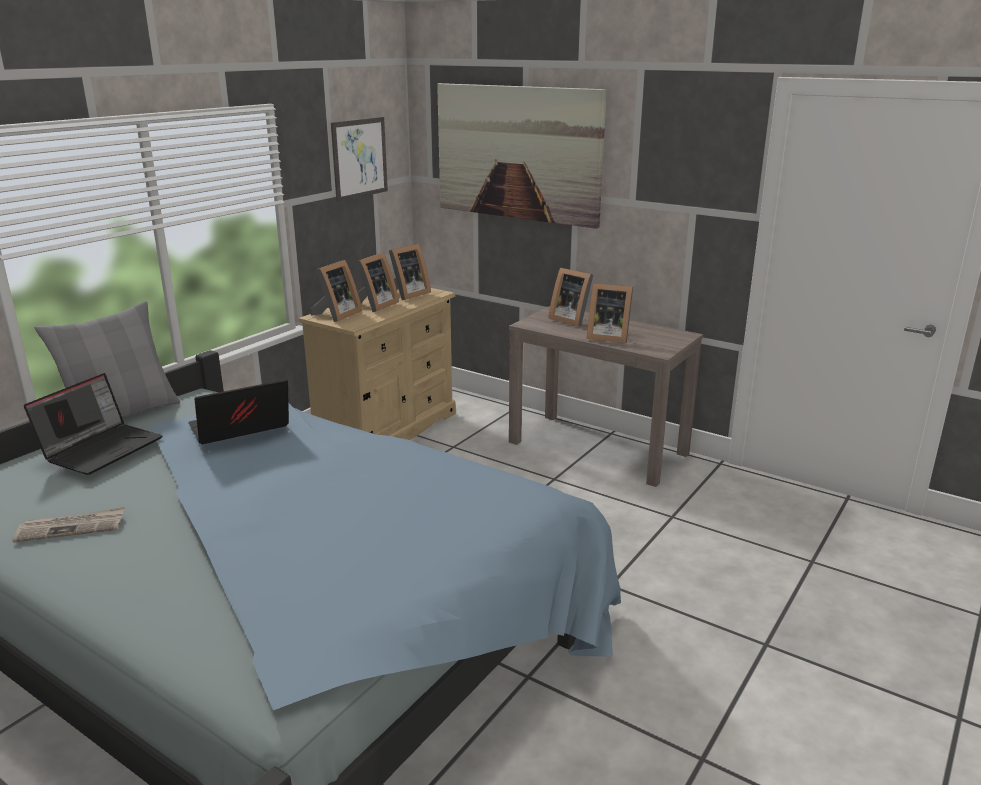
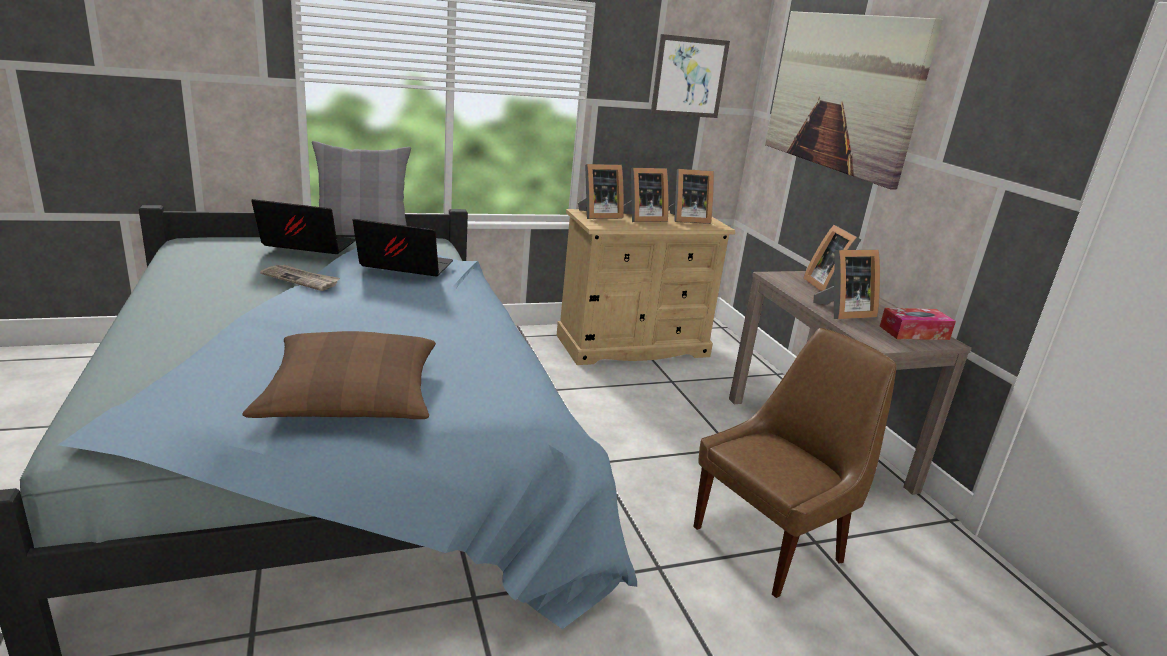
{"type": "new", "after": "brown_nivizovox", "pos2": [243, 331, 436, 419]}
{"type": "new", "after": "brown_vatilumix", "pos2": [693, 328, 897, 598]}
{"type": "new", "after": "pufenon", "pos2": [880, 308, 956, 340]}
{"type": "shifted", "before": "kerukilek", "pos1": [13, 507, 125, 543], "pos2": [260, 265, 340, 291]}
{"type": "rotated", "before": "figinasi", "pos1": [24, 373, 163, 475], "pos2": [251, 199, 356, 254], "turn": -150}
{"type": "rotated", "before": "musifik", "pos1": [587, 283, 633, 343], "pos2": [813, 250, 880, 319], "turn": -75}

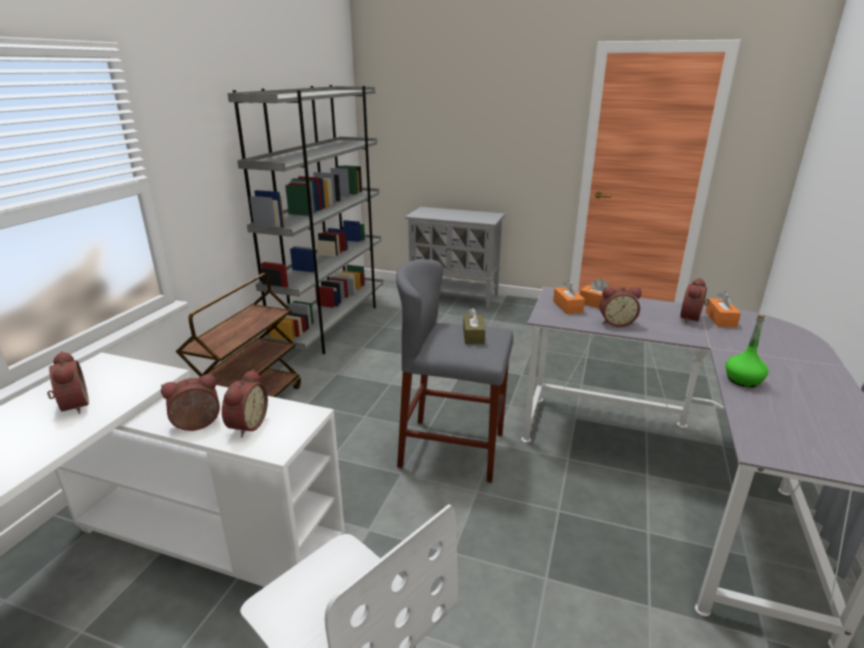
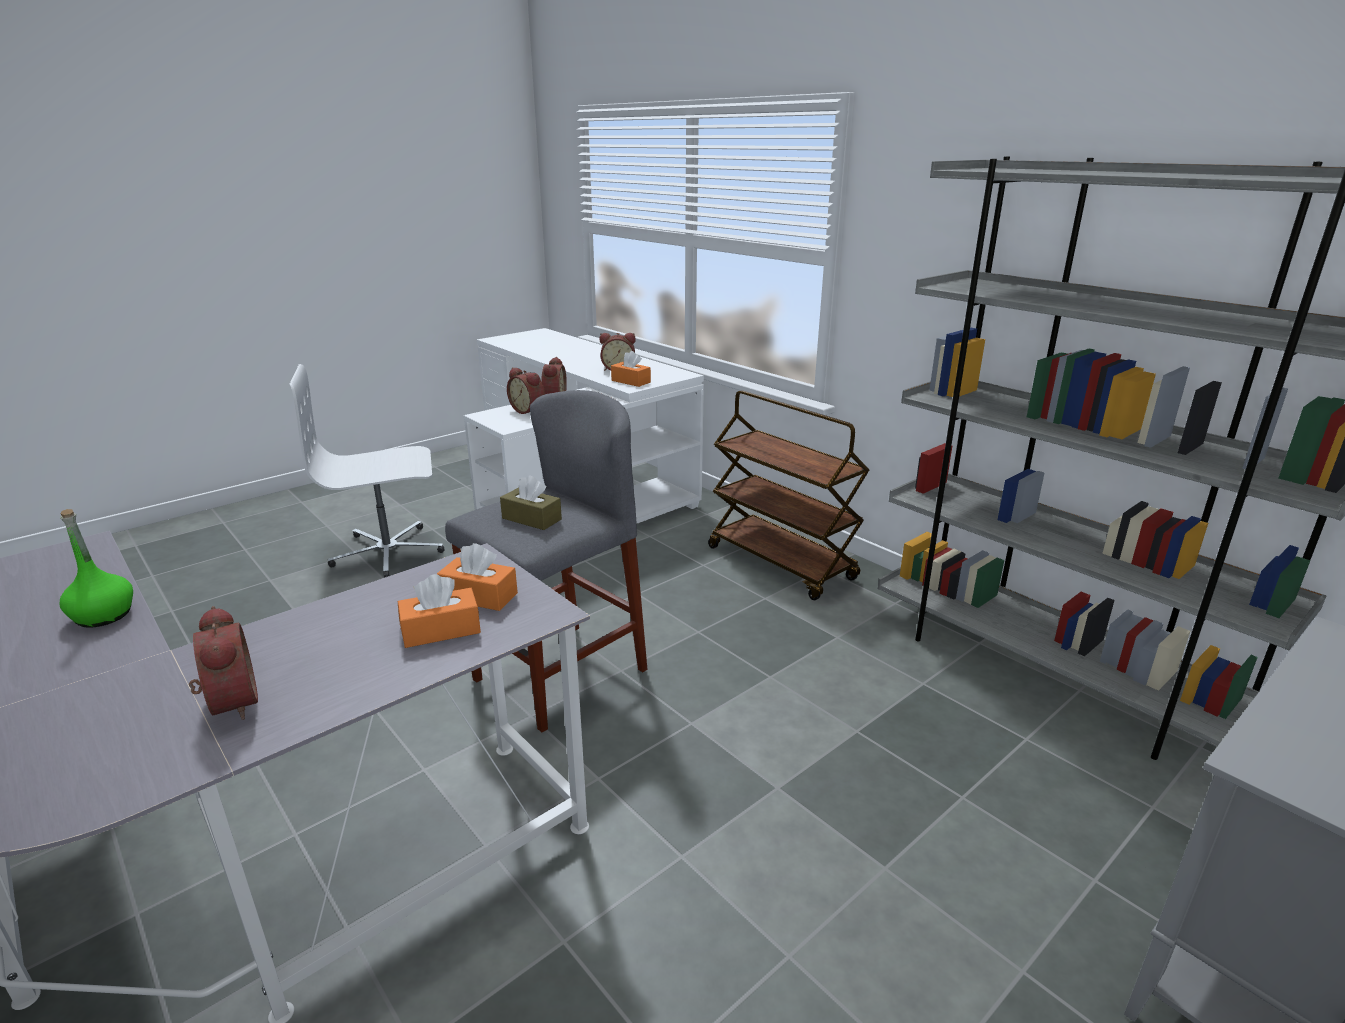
{"type": "gone", "before": "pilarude", "pos1": [599, 287, 641, 327]}
{"type": "shifted", "before": "orange_pufenon", "pos1": [706, 291, 741, 328], "pos2": [611, 351, 651, 387]}

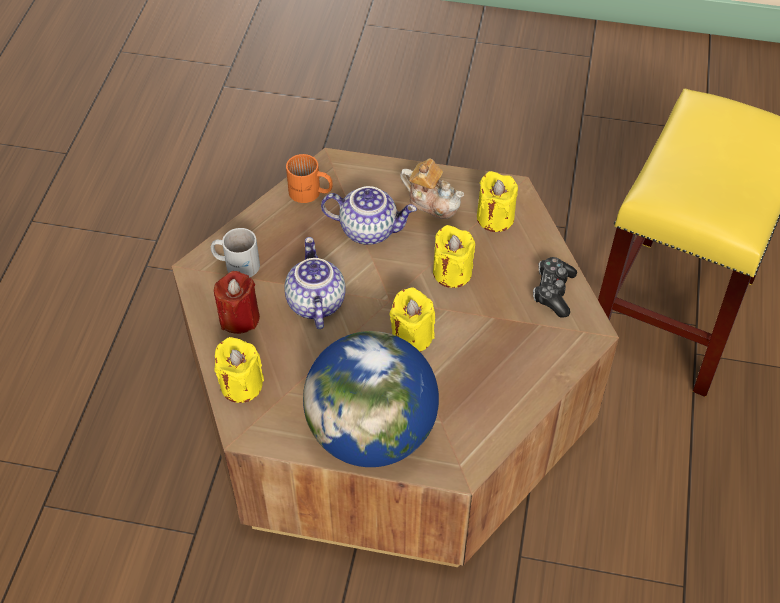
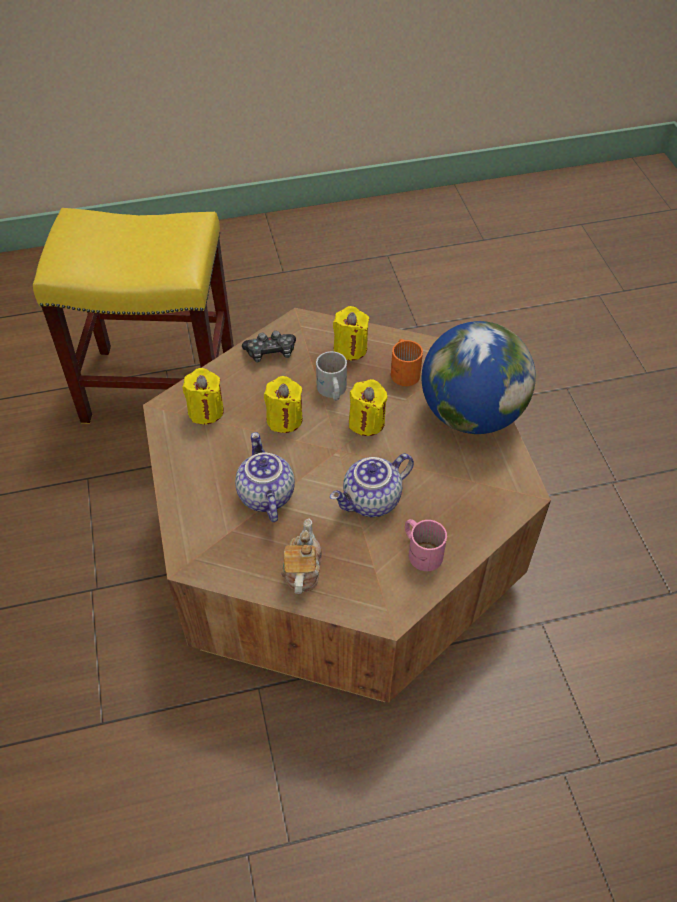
{"type": "shifted", "before": "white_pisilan", "pos1": [211, 228, 260, 277], "pos2": [316, 351, 347, 401]}
{"type": "shifted", "before": "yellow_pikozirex", "pos1": [214, 337, 264, 403], "pos2": [333, 306, 369, 361]}
{"type": "shifted", "before": "orange_pisilan", "pos1": [286, 154, 333, 203], "pos2": [391, 339, 423, 386]}
{"type": "shifted", "before": "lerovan", "pos1": [400, 159, 464, 219], "pos2": [281, 519, 322, 594]}
{"type": "swapped", "before": "red_pikozirex", "after": "pink_pisilan", "pos1": [214, 271, 260, 334], "pos2": [405, 519, 447, 571]}

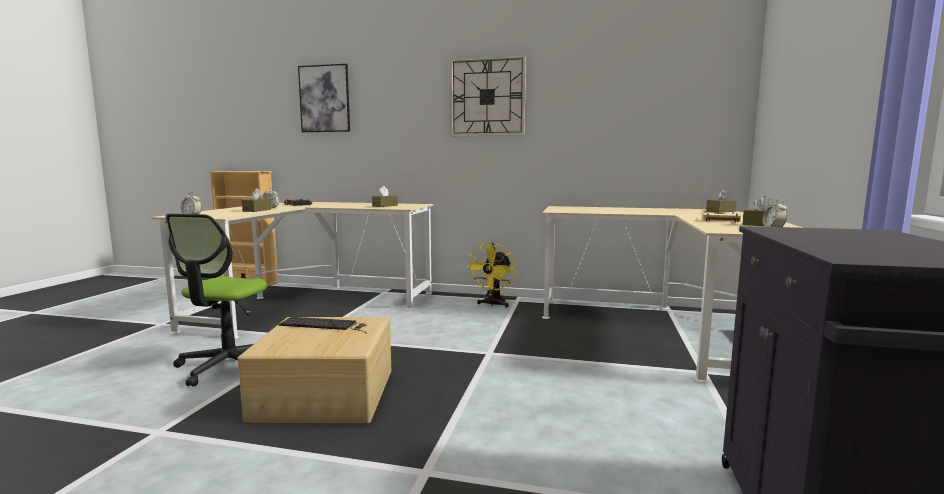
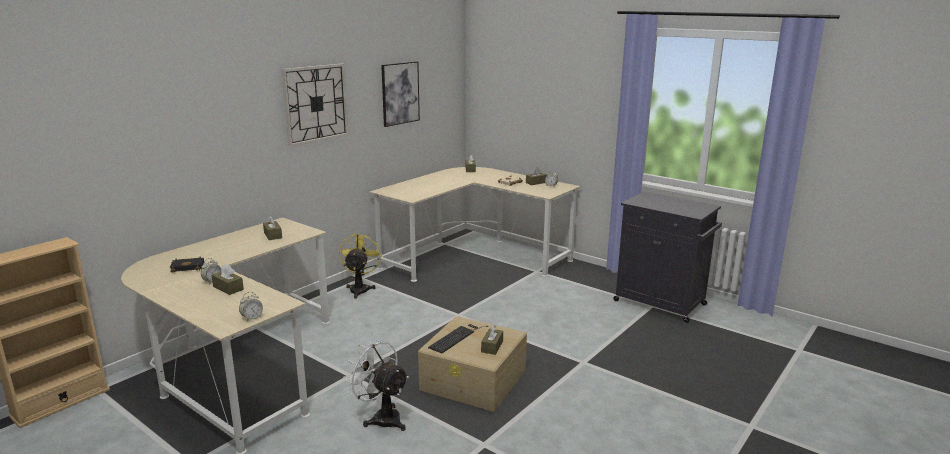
{"type": "new", "after": "brown_pufenon", "pos2": [481, 325, 503, 355]}
{"type": "shifted", "before": "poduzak", "pos1": [298, 64, 350, 132], "pos2": [381, 61, 420, 127]}
{"type": "swapped", "before": "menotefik", "after": "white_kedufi", "pos1": [166, 214, 267, 386], "pos2": [343, 338, 409, 431]}
{"type": "rotated", "before": "yellow_kedufi", "pos1": [467, 243, 515, 307], "pos2": [339, 232, 382, 299], "turn": -135}

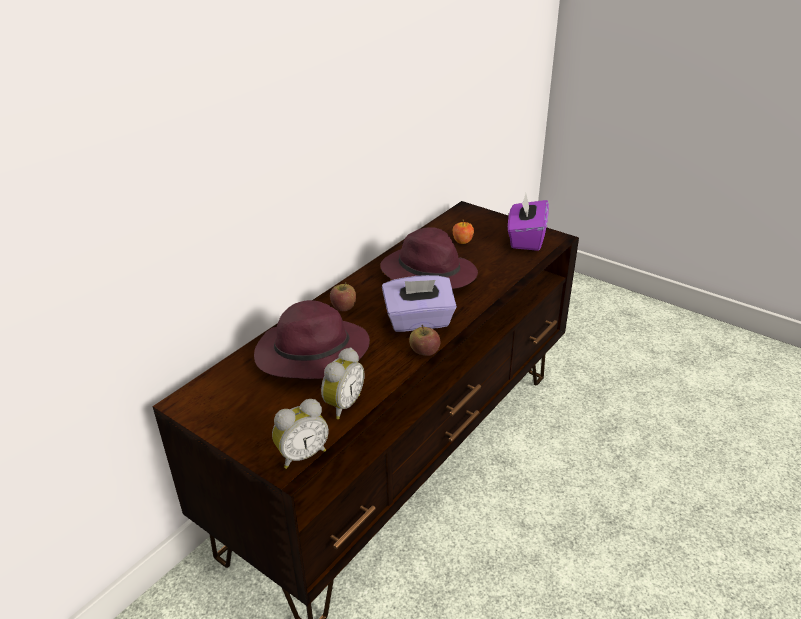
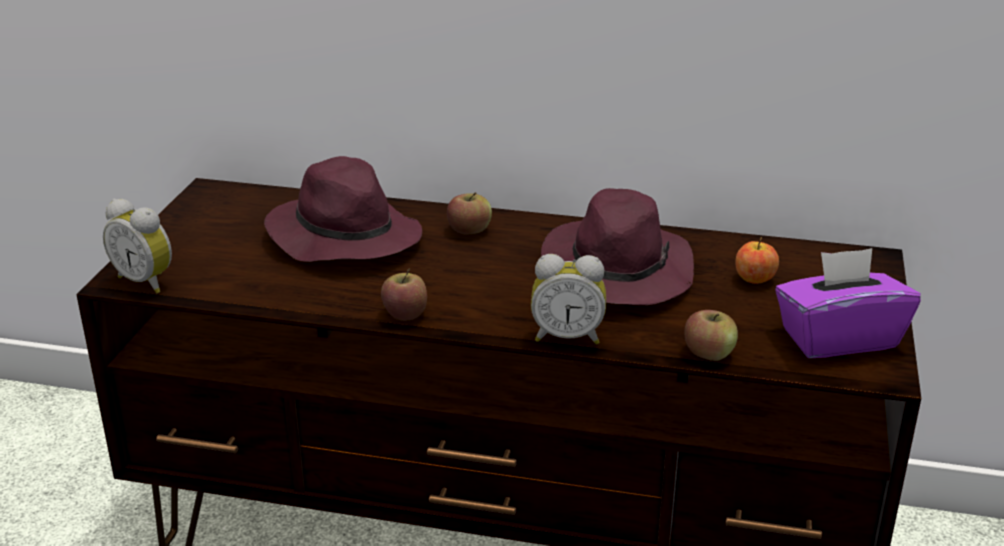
{"type": "gone", "before": "purple_pufenon", "pos1": [382, 275, 457, 332]}
{"type": "new", "after": "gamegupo", "pos2": [684, 310, 738, 361]}
{"type": "shifted", "before": "pilarude", "pos1": [321, 348, 365, 419], "pos2": [531, 254, 606, 344]}

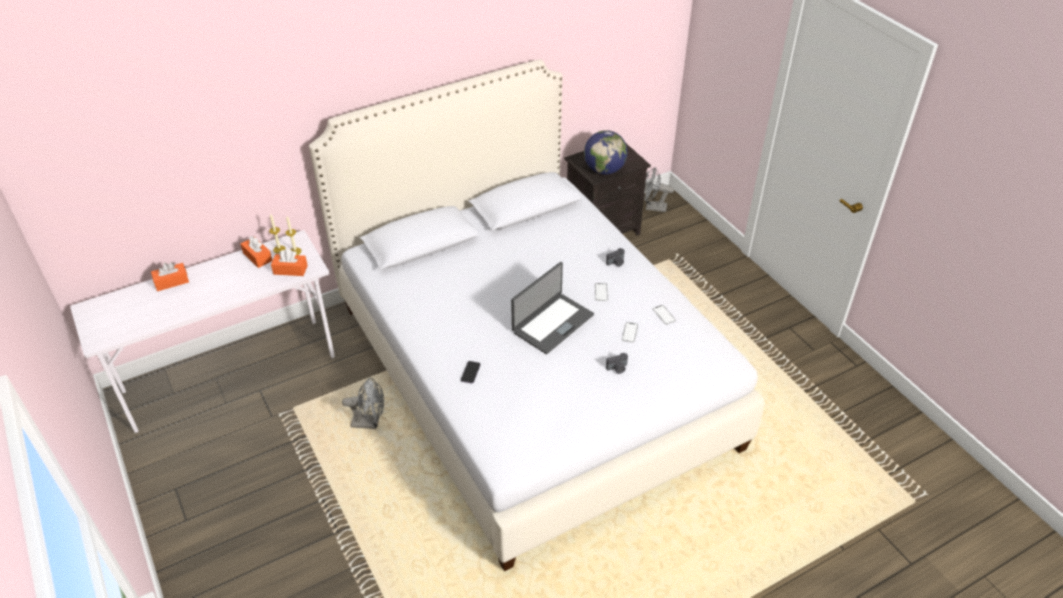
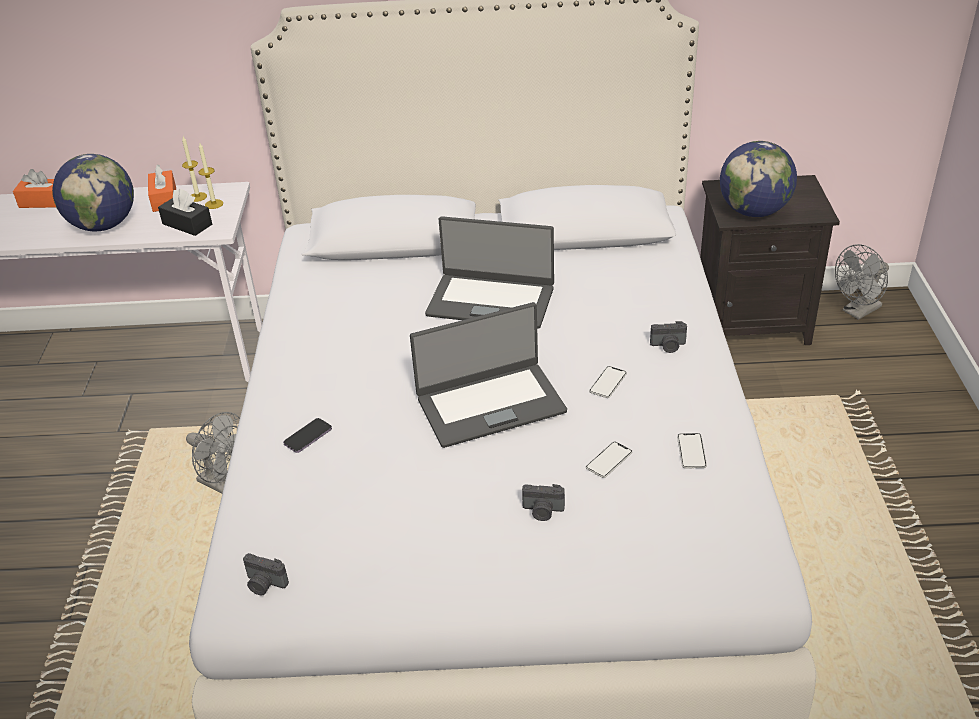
{"type": "new", "after": "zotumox", "pos2": [52, 154, 134, 231]}
{"type": "new", "after": "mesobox", "pos2": [243, 553, 289, 595]}
{"type": "new", "after": "figinasi", "pos2": [425, 216, 554, 329]}
{"type": "repainted", "before": "orange_pufenon", "after": "black_pufenon", "pos1": [271, 249, 308, 276], "pos2": [158, 189, 212, 236]}
{"type": "rotated", "before": "grey_kedufi", "pos1": [644, 167, 674, 212], "pos2": [835, 244, 889, 320], "turn": -75}

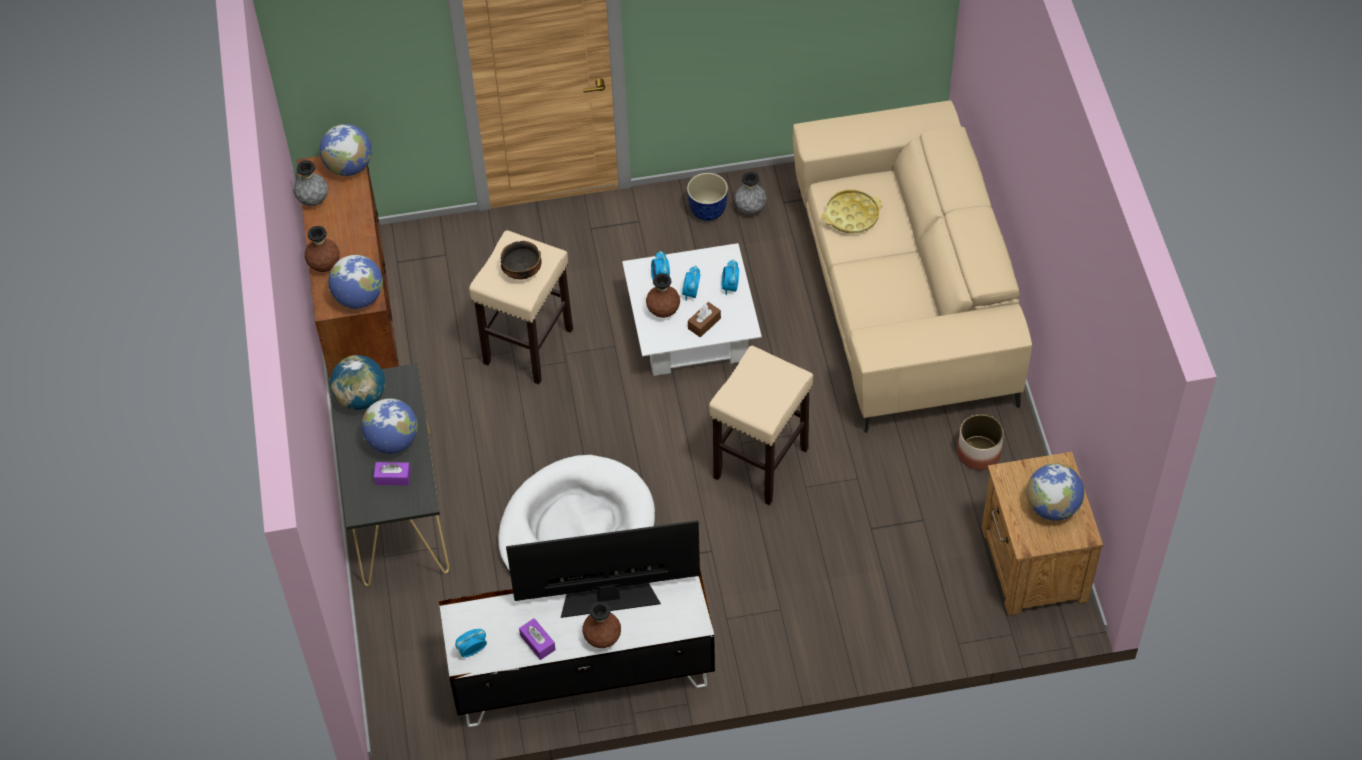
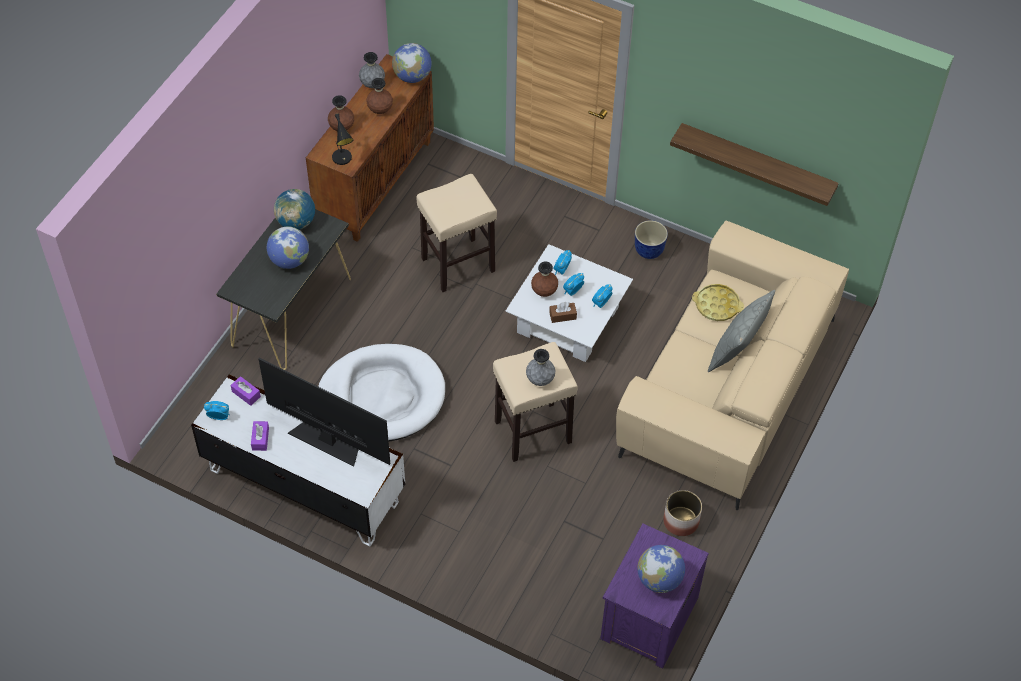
{"type": "gone", "before": "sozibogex", "pos1": [501, 241, 541, 280]}
{"type": "new", "after": "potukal", "pos2": [670, 123, 839, 206]}
{"type": "new", "after": "grey_nivizovox", "pos2": [708, 290, 775, 372]}
{"type": "shifted", "before": "purple_pufenon", "pos1": [374, 462, 411, 486], "pos2": [231, 376, 261, 406]}
{"type": "shifted", "before": "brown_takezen", "pos1": [582, 602, 621, 648], "pos2": [366, 78, 393, 114]}
{"type": "shifted", "before": "grey_takezen", "pos1": [734, 172, 767, 214], "pos2": [526, 349, 556, 386]}
{"type": "swapped", "before": "zotumox", "after": "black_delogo", "pos1": [328, 255, 383, 309], "pos2": [332, 114, 353, 165]}
{"type": "repainted", "before": "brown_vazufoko", "after": "purple_vazufoko", "pos1": [981, 452, 1103, 616], "pos2": [600, 524, 709, 669]}

